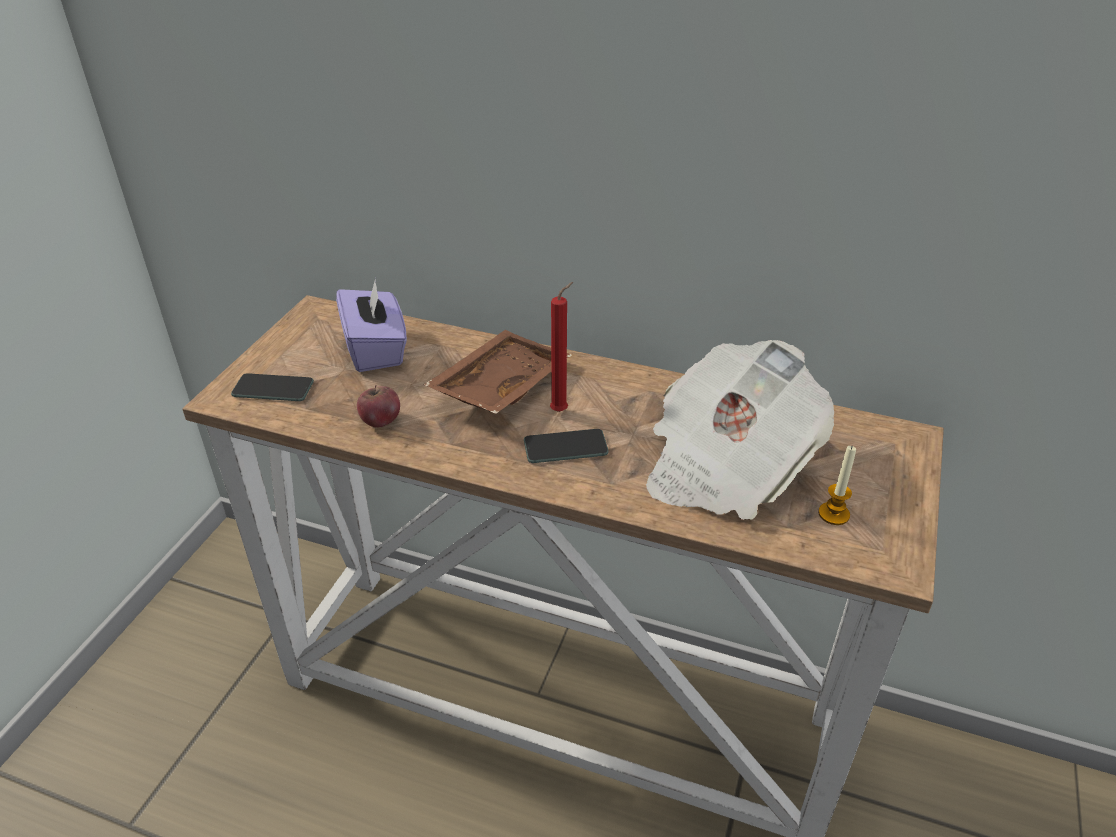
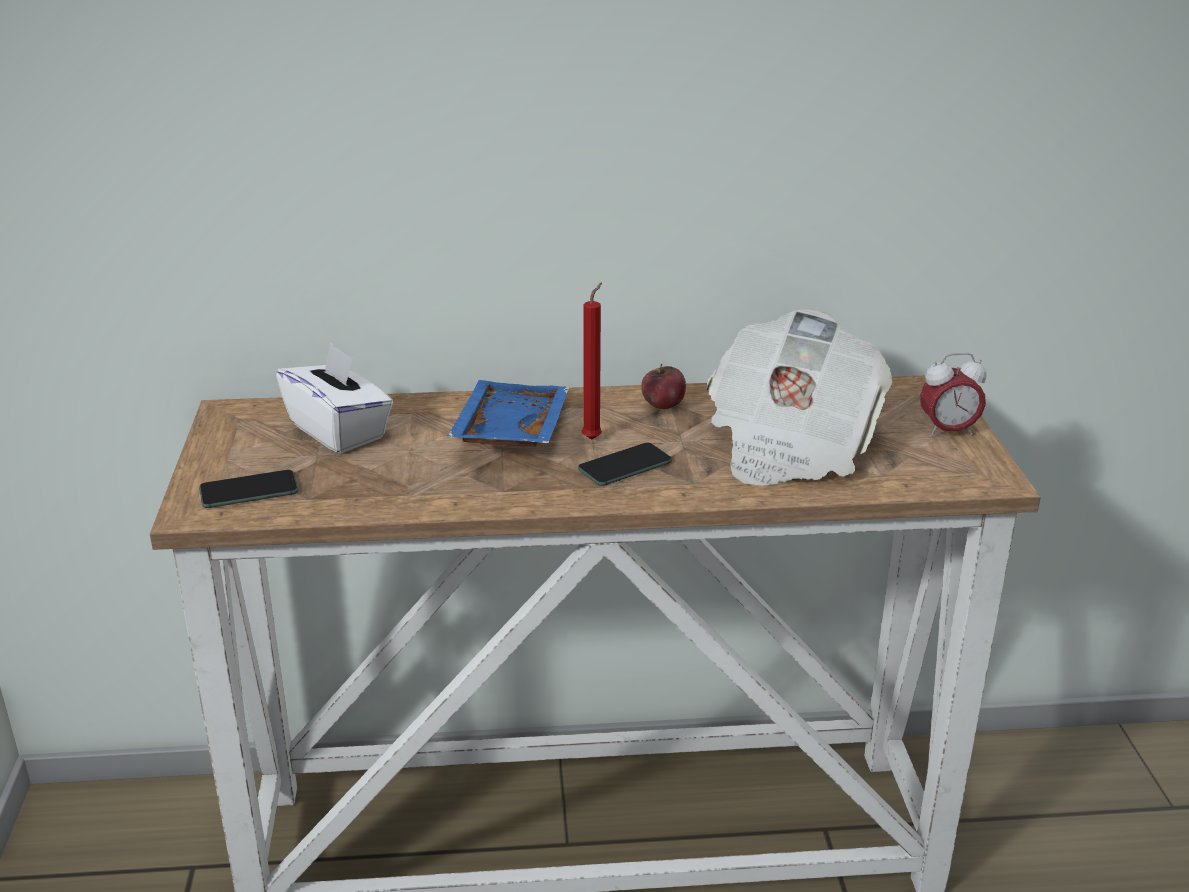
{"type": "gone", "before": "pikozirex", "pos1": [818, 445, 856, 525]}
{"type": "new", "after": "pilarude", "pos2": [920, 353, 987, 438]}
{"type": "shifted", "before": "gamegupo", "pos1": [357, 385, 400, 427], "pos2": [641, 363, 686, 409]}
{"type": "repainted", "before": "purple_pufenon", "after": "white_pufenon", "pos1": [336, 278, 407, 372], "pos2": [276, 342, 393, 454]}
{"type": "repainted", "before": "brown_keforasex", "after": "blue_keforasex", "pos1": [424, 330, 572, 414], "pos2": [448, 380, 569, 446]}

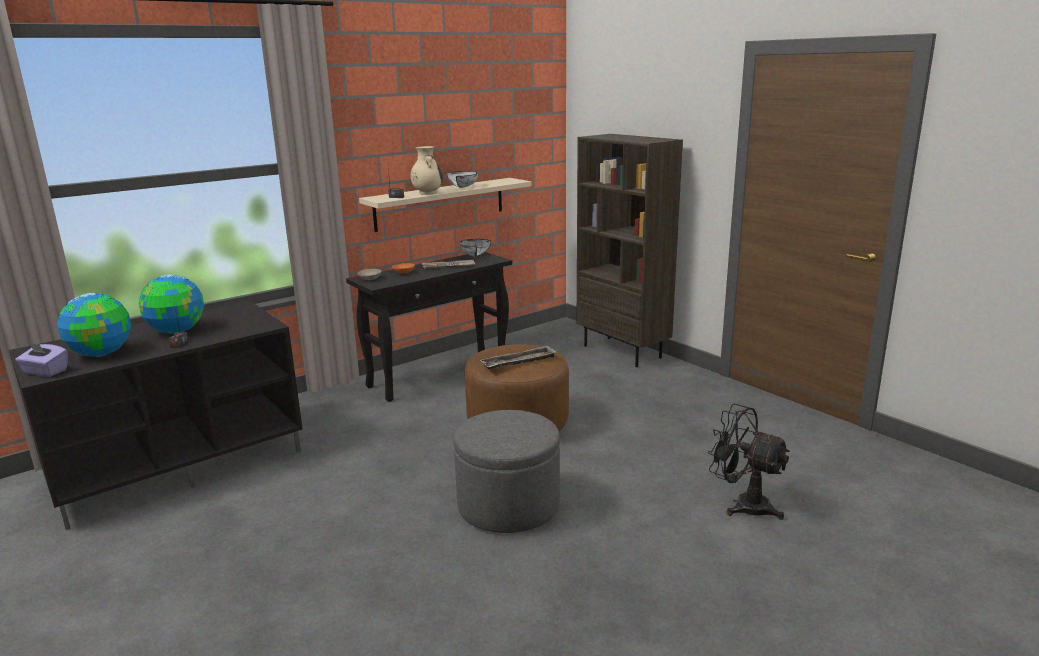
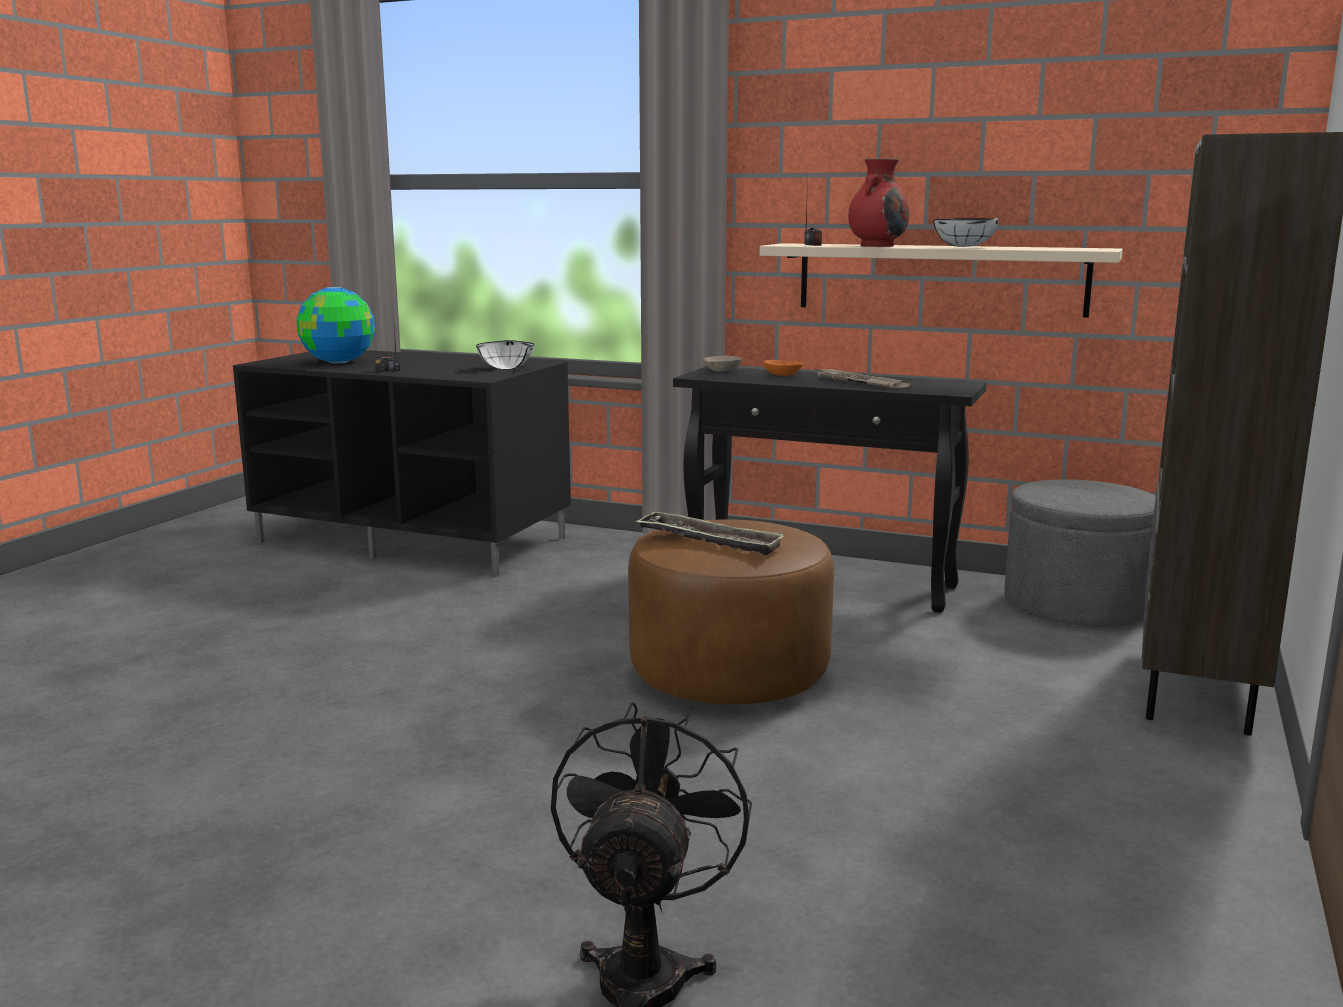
{"type": "gone", "before": "purple_pufenon", "pos1": [15, 342, 68, 377]}
{"type": "gone", "before": "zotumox", "pos1": [139, 275, 204, 334]}
{"type": "shifted", "before": "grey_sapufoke", "pos1": [454, 410, 560, 533], "pos2": [1005, 479, 1156, 626]}
{"type": "shifted", "before": "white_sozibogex", "pos1": [459, 239, 491, 257], "pos2": [476, 340, 534, 369]}
{"type": "repainted", "before": "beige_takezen", "after": "red_takezen", "pos1": [410, 146, 443, 195], "pos2": [848, 158, 909, 247]}

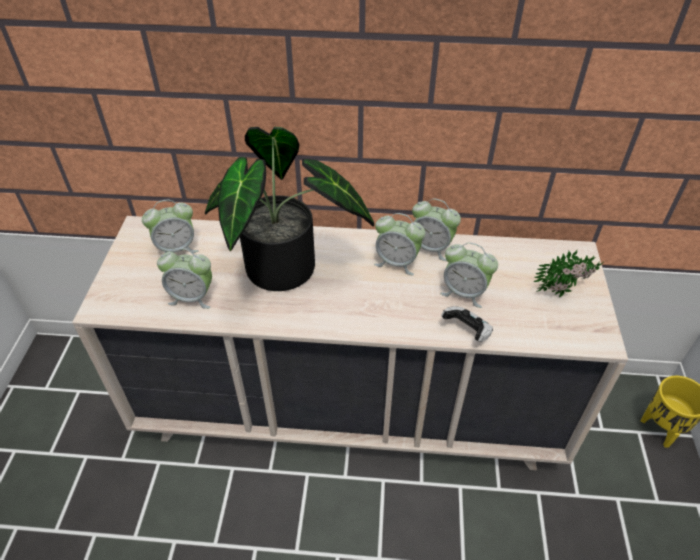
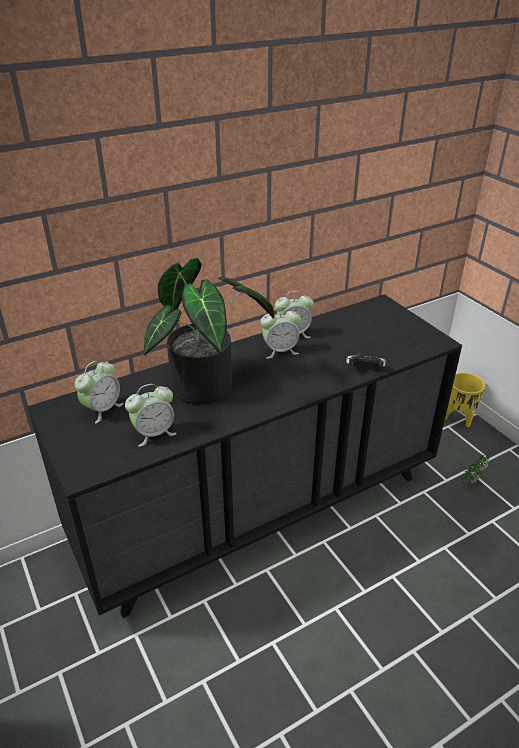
{"type": "gone", "before": "pilarude", "pos1": [440, 243, 498, 308]}
{"type": "shifted", "before": "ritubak", "pos1": [533, 250, 604, 297], "pos2": [461, 452, 489, 487]}
{"type": "repainted", "before": "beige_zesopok", "after": "black_zesopok", "pos1": [72, 216, 628, 470], "pos2": [28, 294, 462, 618]}

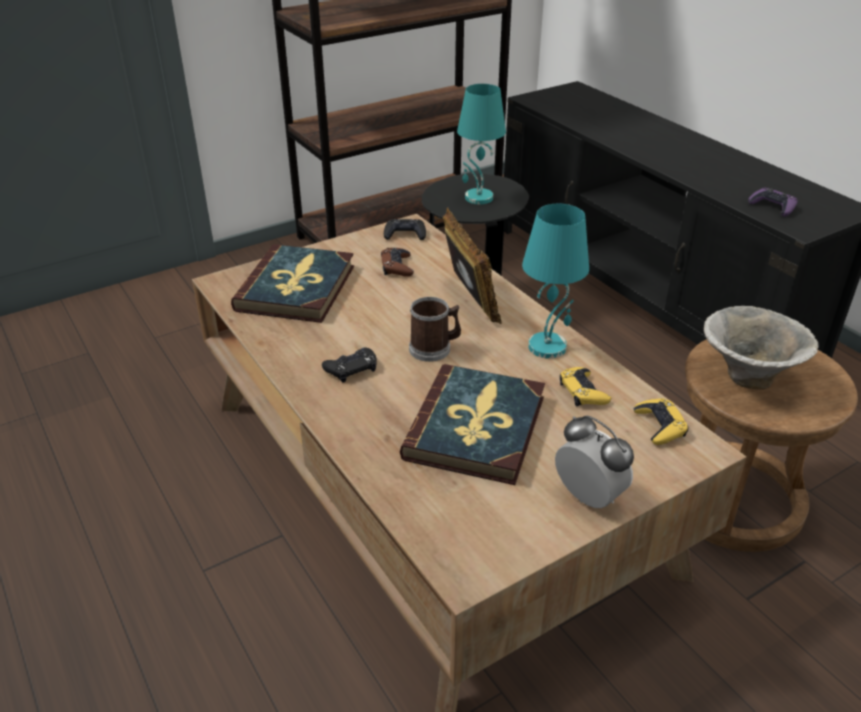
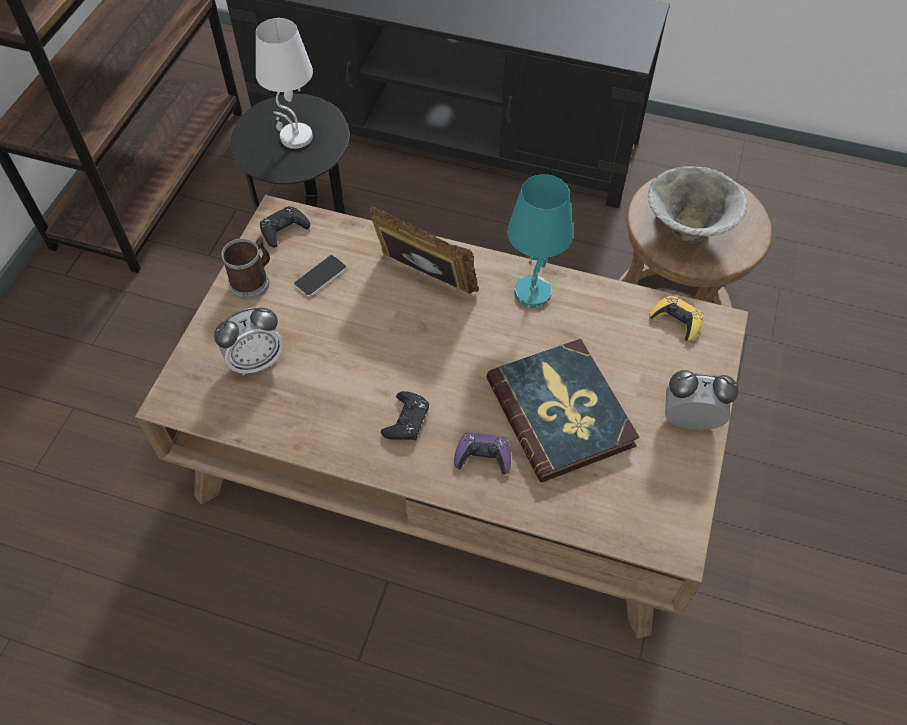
{"type": "gone", "before": "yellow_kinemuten", "pos1": [560, 367, 611, 406]}
{"type": "shifted", "before": "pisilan", "pos1": [409, 297, 461, 362], "pos2": [221, 237, 270, 300]}
{"type": "shifted", "before": "purple_kinemuten", "pos1": [748, 187, 798, 216], "pos2": [454, 433, 511, 475]}
{"type": "swapped", "before": "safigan", "after": "pilarude", "pos1": [231, 244, 354, 323], "pos2": [214, 308, 284, 376]}
{"type": "swapped", "before": "brown_kinemuten", "after": "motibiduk", "pos1": [381, 248, 414, 276], "pos2": [293, 255, 347, 297]}
{"type": "repainted", "before": "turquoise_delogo", "after": "white_delogo", "pos1": [457, 84, 506, 204], "pos2": [256, 18, 313, 149]}

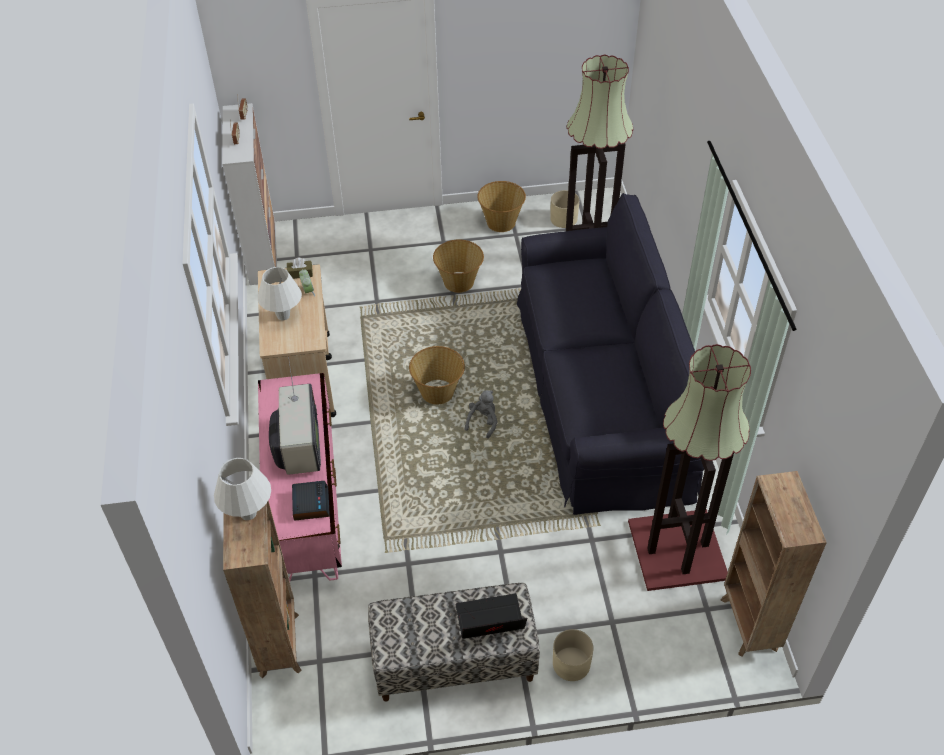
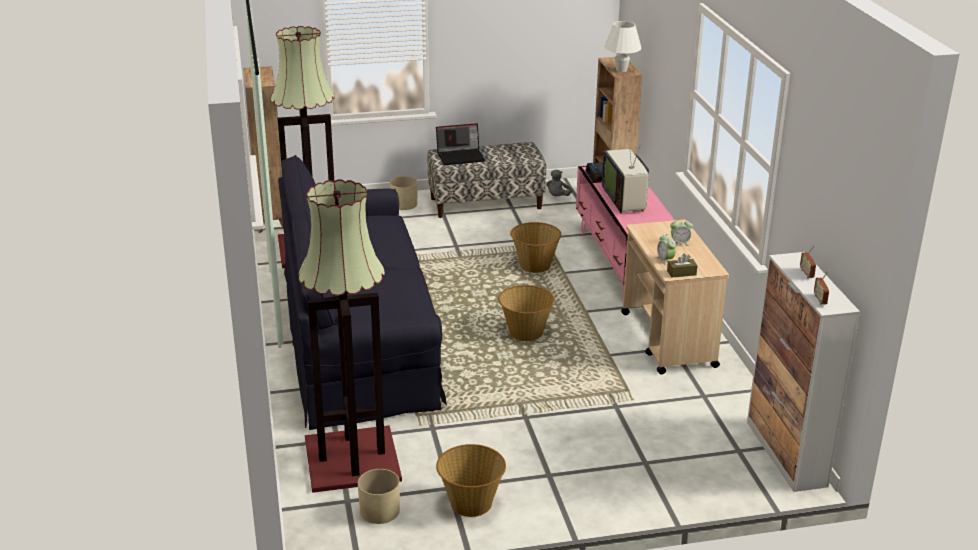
{"type": "shifted", "before": "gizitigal", "pos1": [433, 240, 484, 293], "pos2": [510, 222, 562, 273]}
{"type": "shifted", "before": "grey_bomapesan", "pos1": [465, 390, 498, 439], "pos2": [546, 169, 572, 196]}
{"type": "swapped", "before": "white_delogo", "after": "pilarude", "pos1": [258, 267, 302, 320], "pos2": [670, 218, 693, 246]}

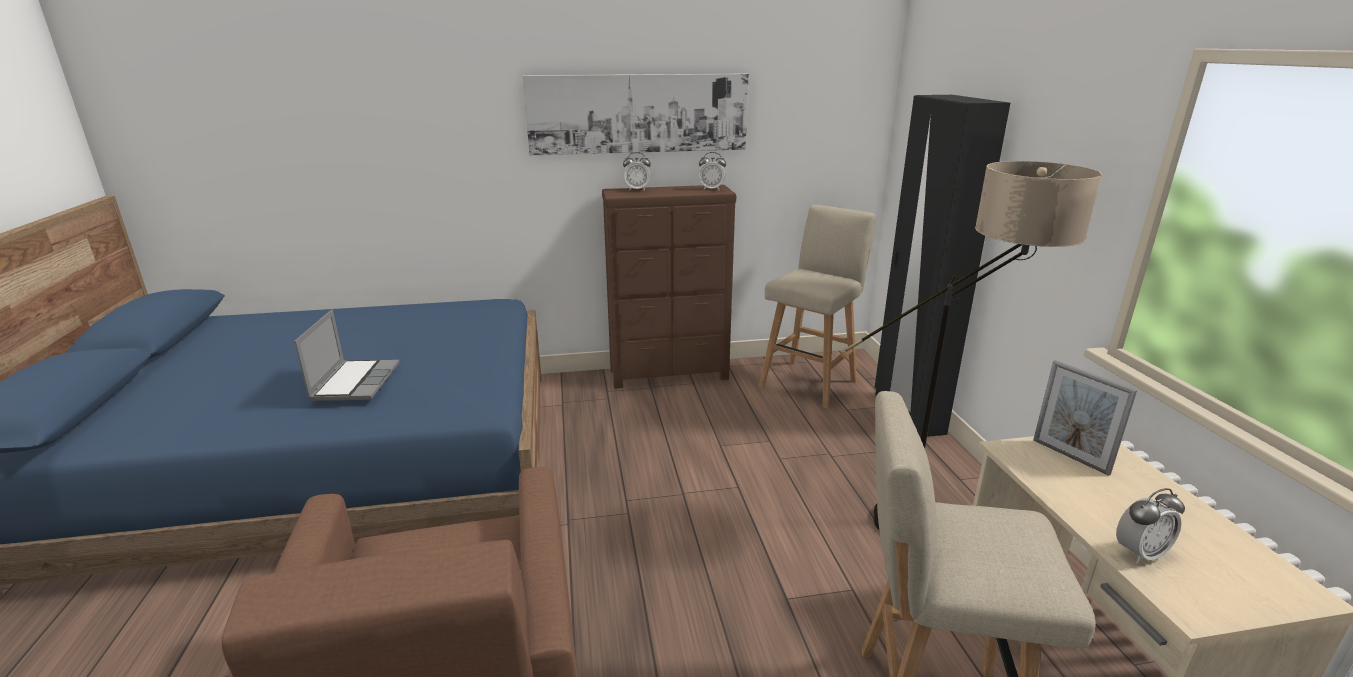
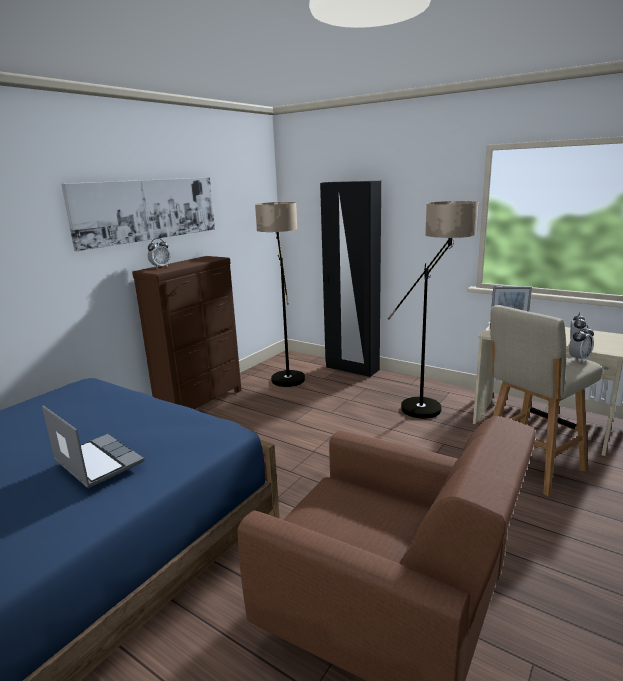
{"type": "shifted", "before": "pilarude", "pos1": [699, 152, 726, 190], "pos2": [569, 325, 594, 362]}
{"type": "swapped", "before": "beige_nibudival", "after": "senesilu", "pos1": [759, 205, 876, 409], "pos2": [255, 202, 305, 387]}

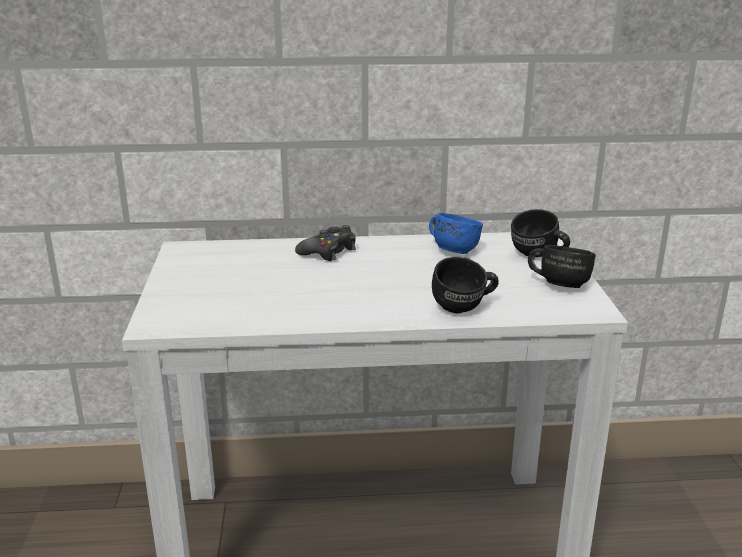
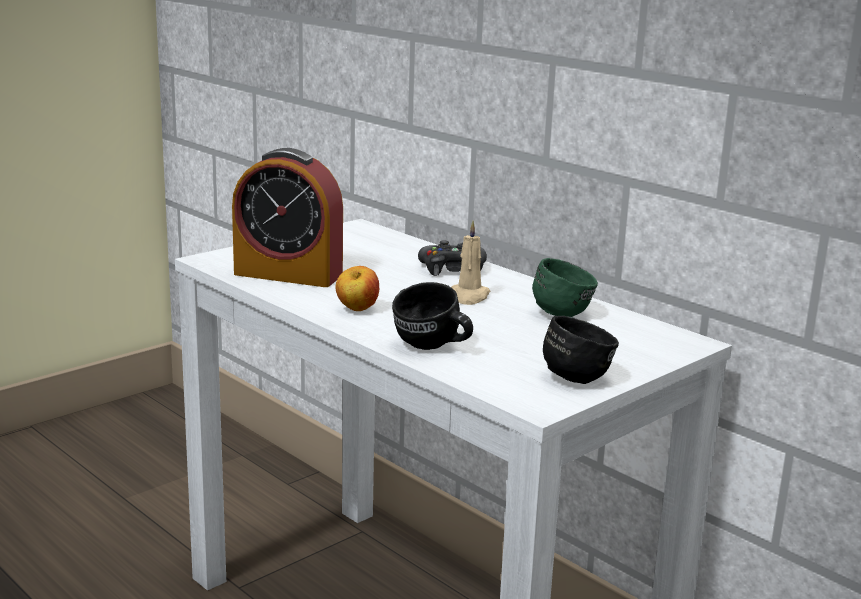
{"type": "gone", "before": "black_pisilan", "pos1": [511, 209, 570, 257]}
{"type": "new", "after": "pilarude", "pos2": [232, 148, 343, 287]}
{"type": "new", "after": "gamegupo", "pos2": [336, 266, 380, 311]}
{"type": "new", "after": "beige_pikozirex", "pos2": [451, 221, 490, 305]}
{"type": "repainted", "before": "blue_pisilan", "after": "green_pisilan", "pos1": [429, 213, 483, 254], "pos2": [532, 258, 598, 317]}

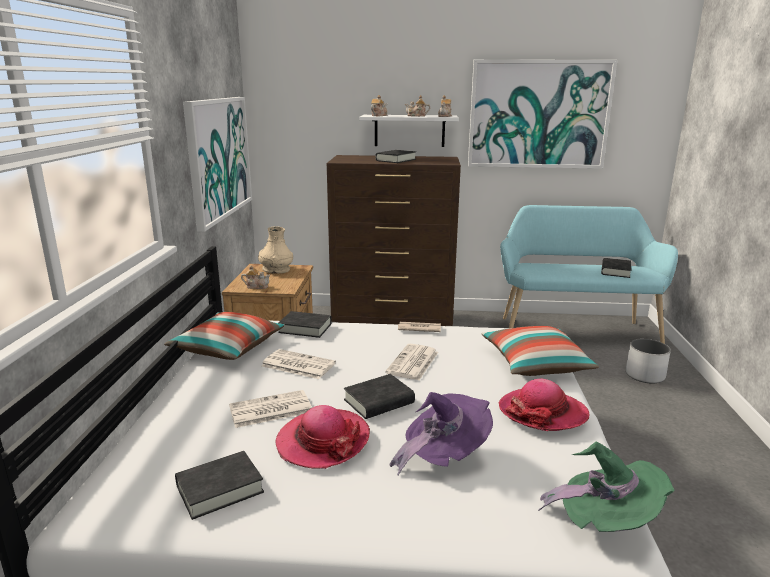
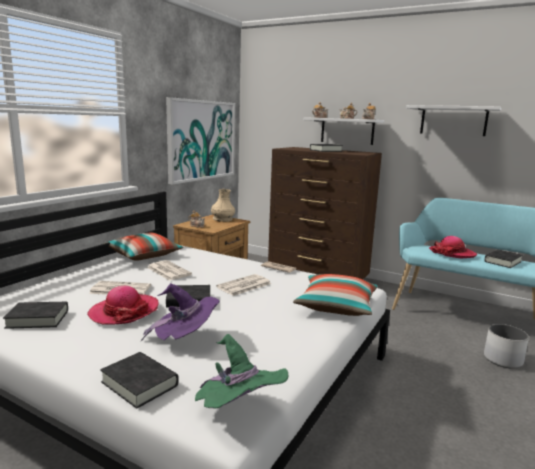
{"type": "shifted", "before": "black_safigan", "pos1": [278, 311, 332, 338], "pos2": [100, 352, 179, 409]}
{"type": "shifted", "before": "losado", "pos1": [498, 379, 589, 431], "pos2": [429, 236, 477, 258]}
{"type": "swapped", "before": "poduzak", "after": "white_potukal", "pos1": [468, 59, 617, 169], "pos2": [406, 105, 501, 136]}

